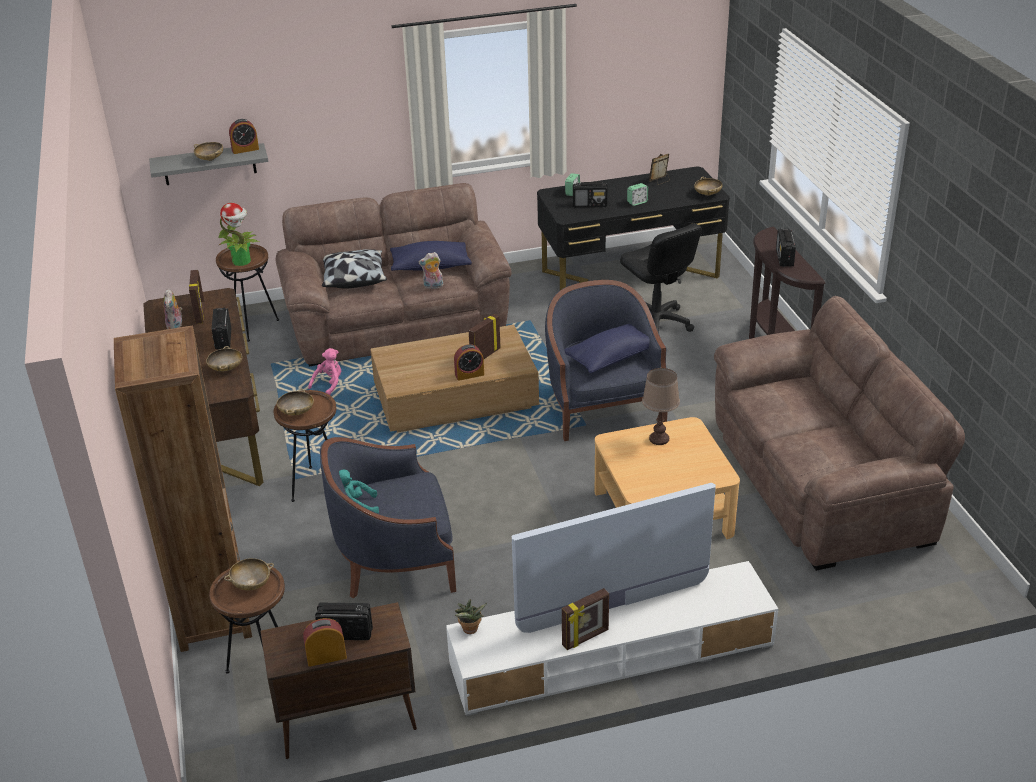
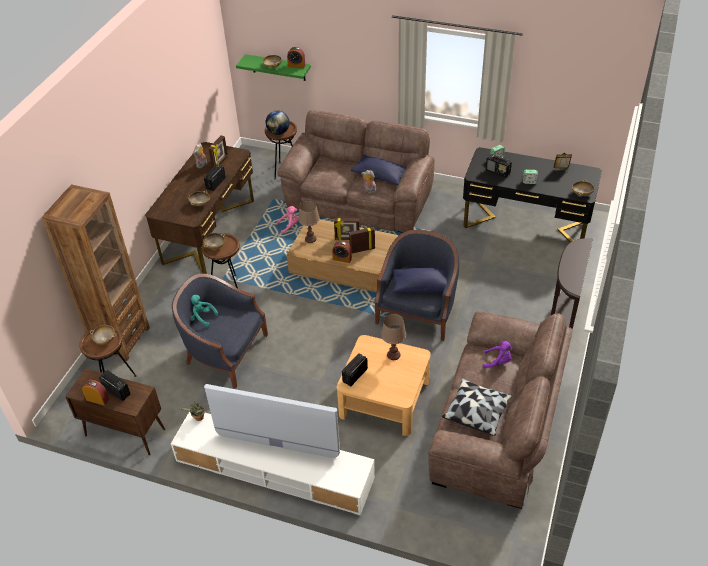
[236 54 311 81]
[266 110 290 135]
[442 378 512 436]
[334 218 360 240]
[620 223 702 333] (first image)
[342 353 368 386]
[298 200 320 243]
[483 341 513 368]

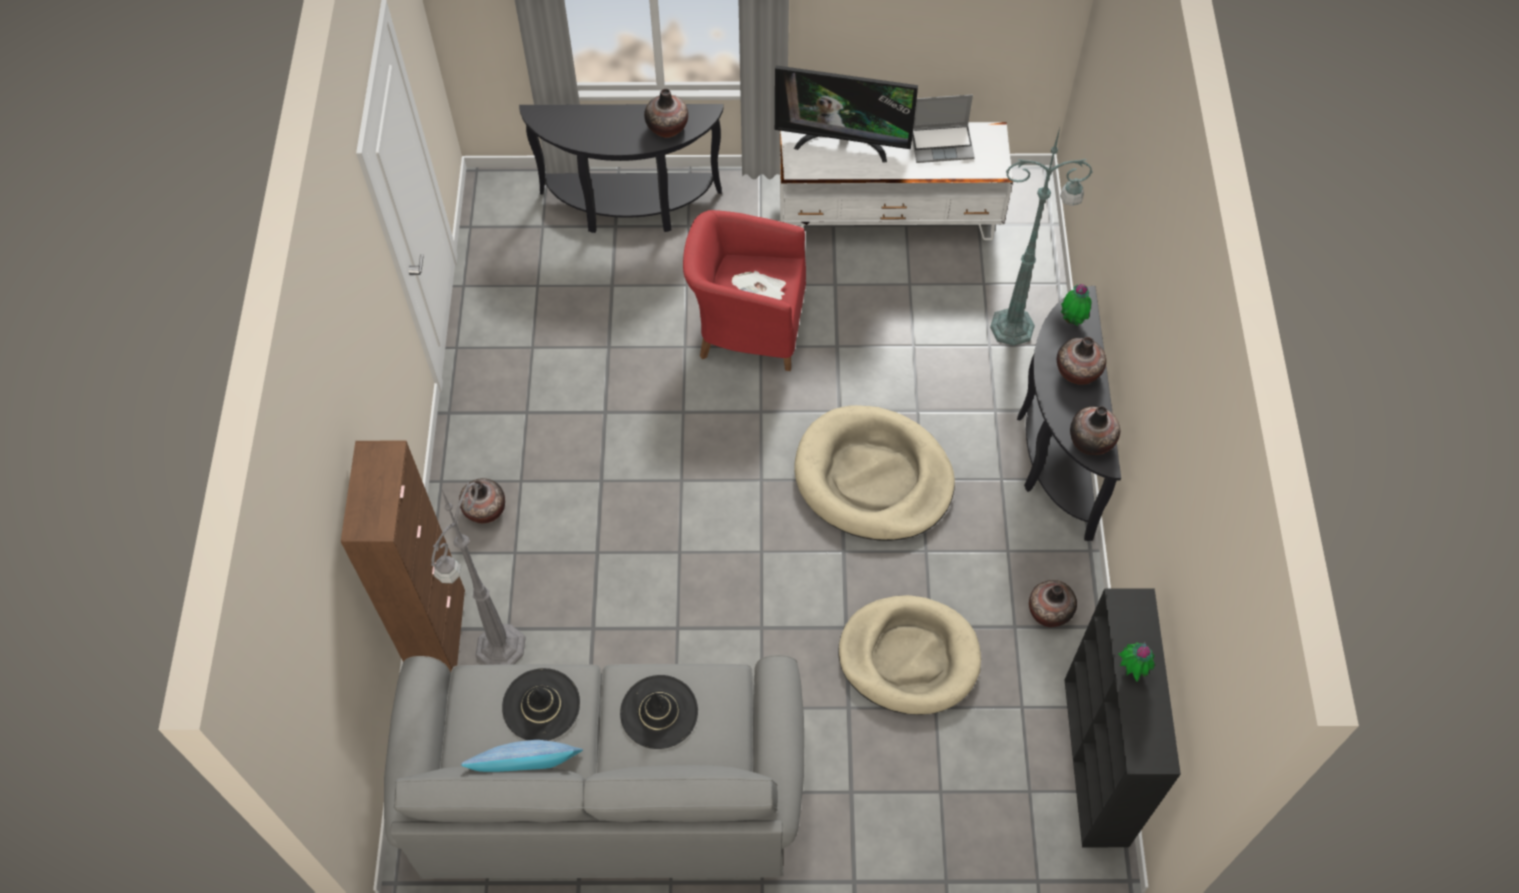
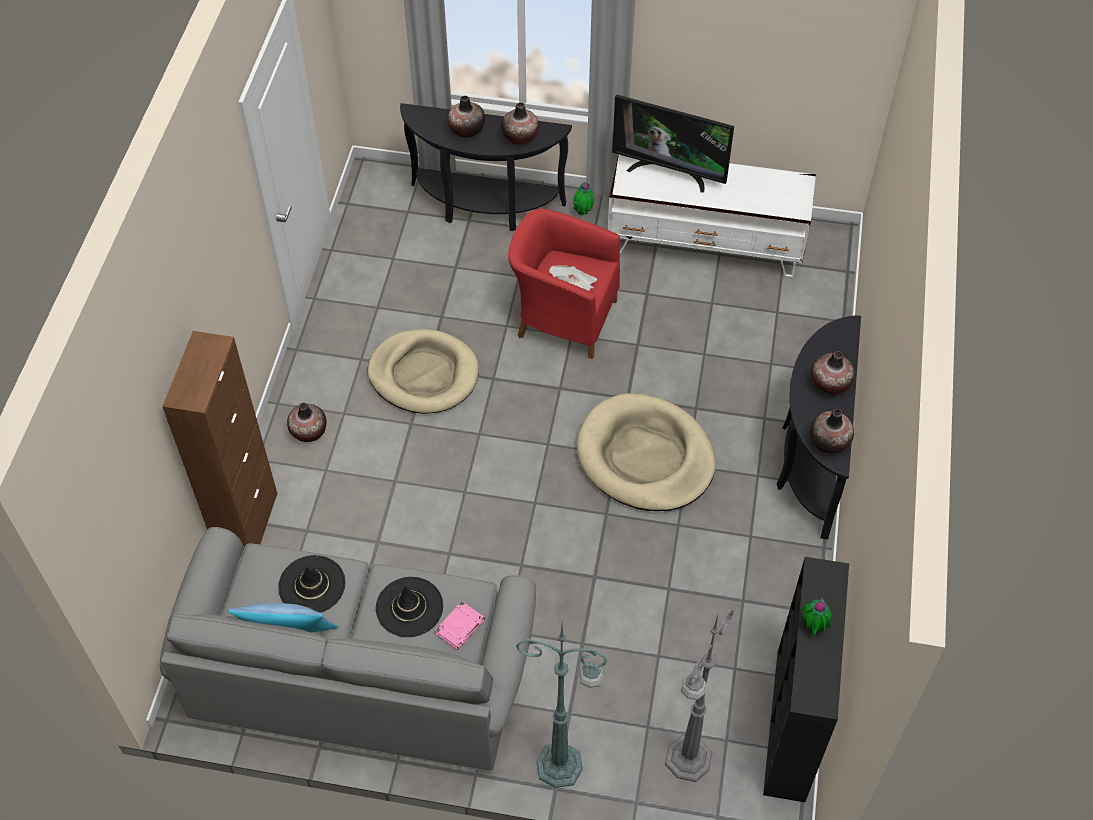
[665 609 734 782]
[367 329 479 414]
[912 95 975 163] (first image)
[516 623 608 788]
[448 96 485 138]
[573 182 594 216]
[435 601 485 650]

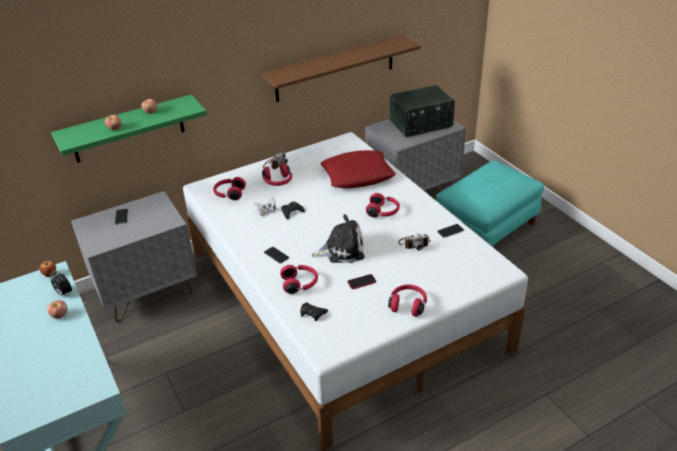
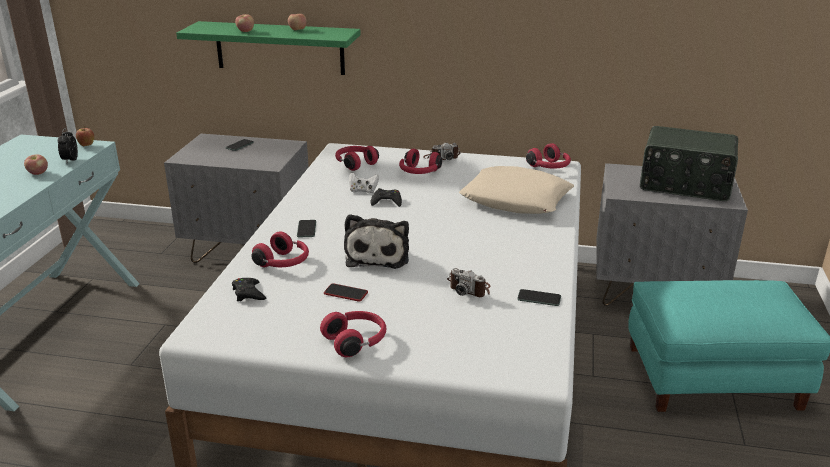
[261 35 421 102] (first image)
[344 214 409 269]
[459 166 574 214]
[526 143 571 169]

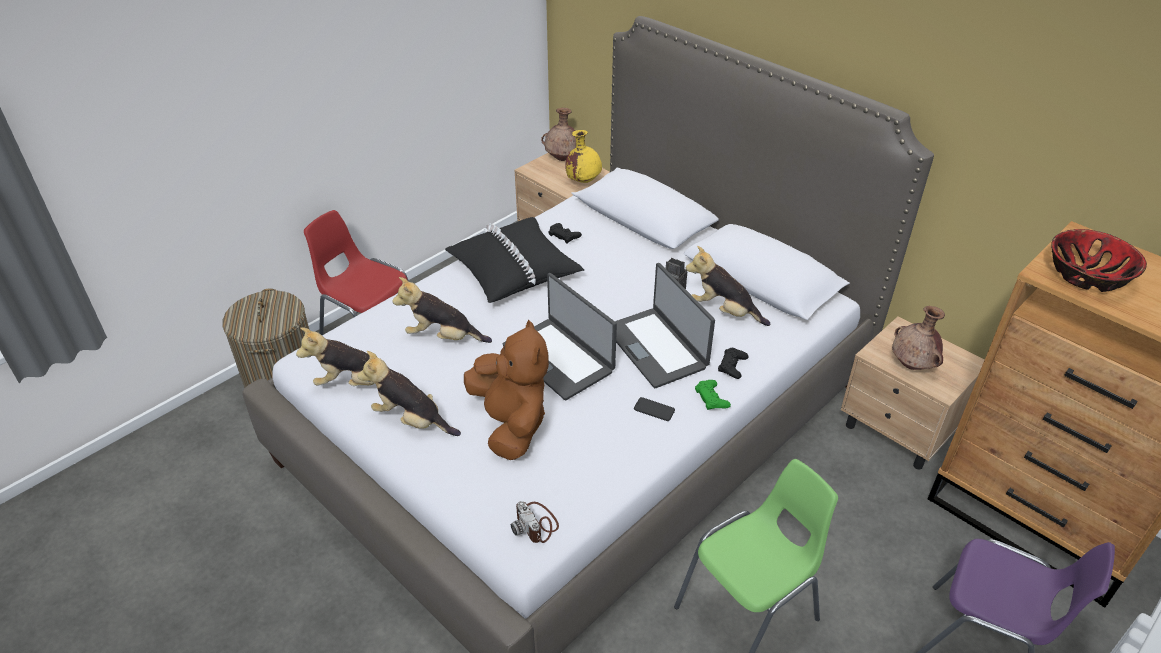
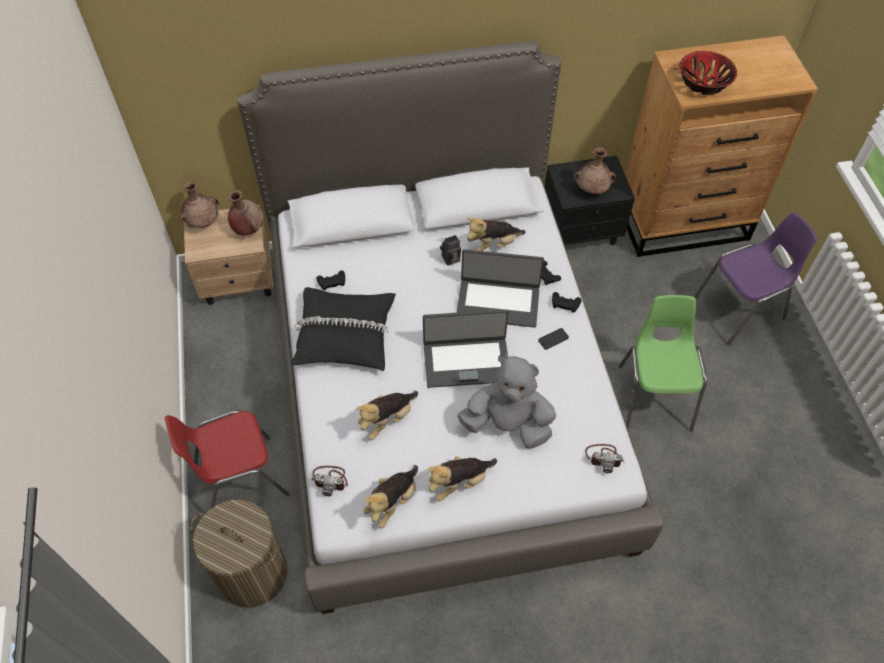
[457 354 556 448]
[227 190 264 235]
[552 292 582 312]
[545 156 635 245]
[311 466 348 496]

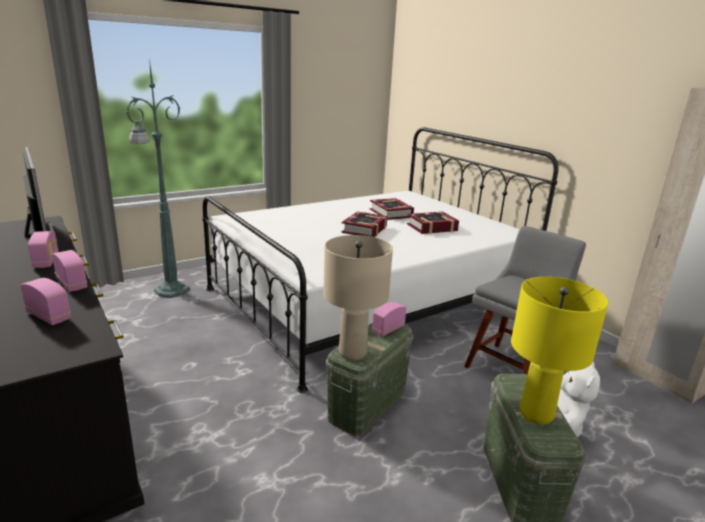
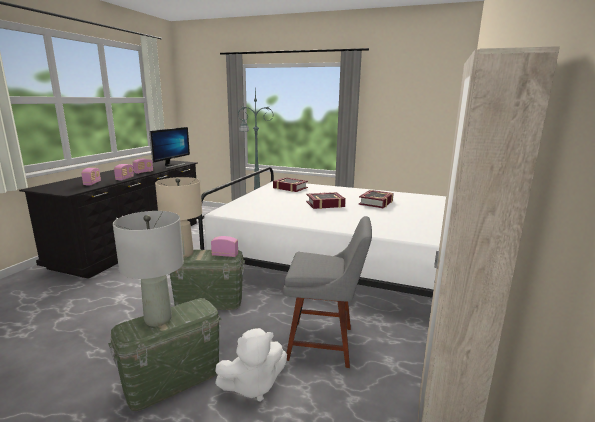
[273 177 308 192]
[113 211 184 327]

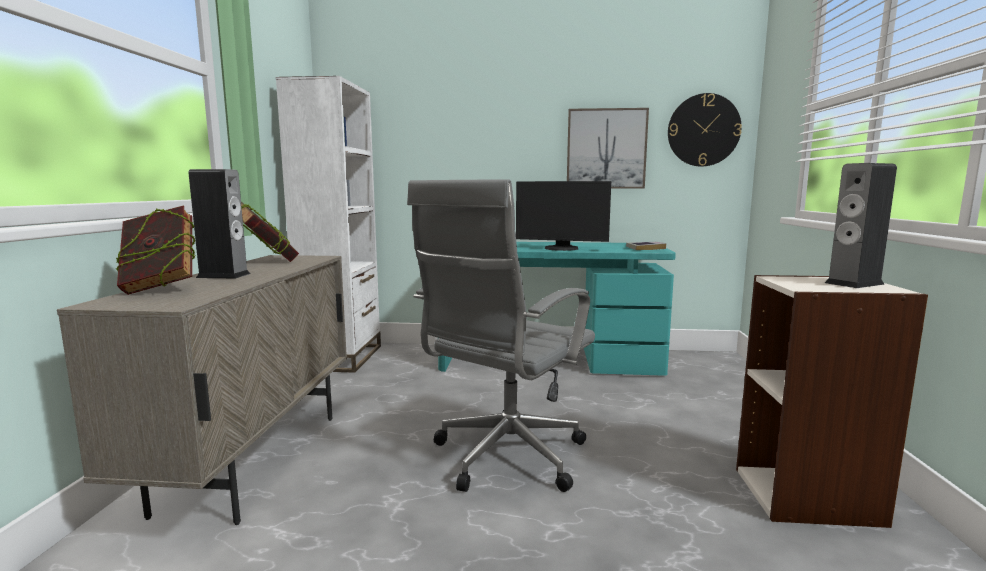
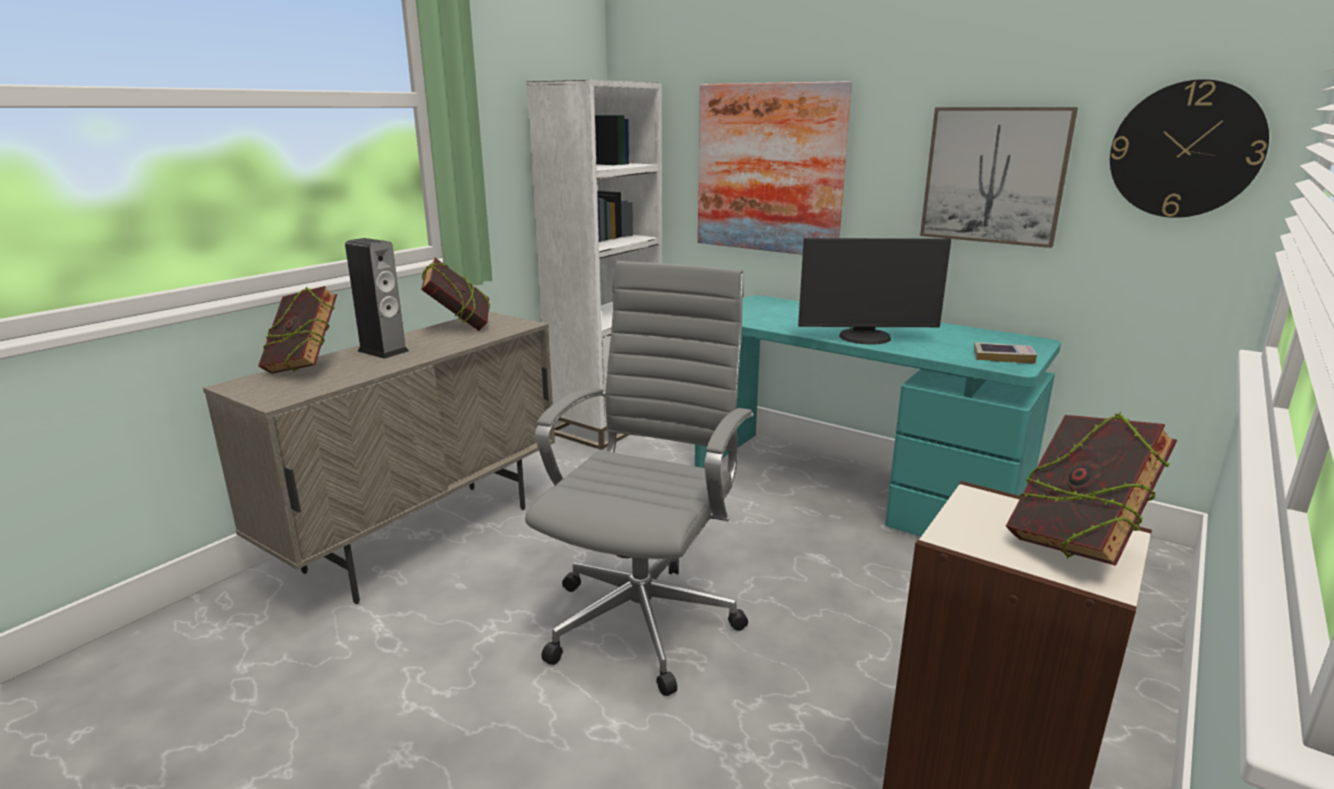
[525 261 753 696]
[798 238 951 345]
[1006 412 1177 566]
[698 81 852 255]

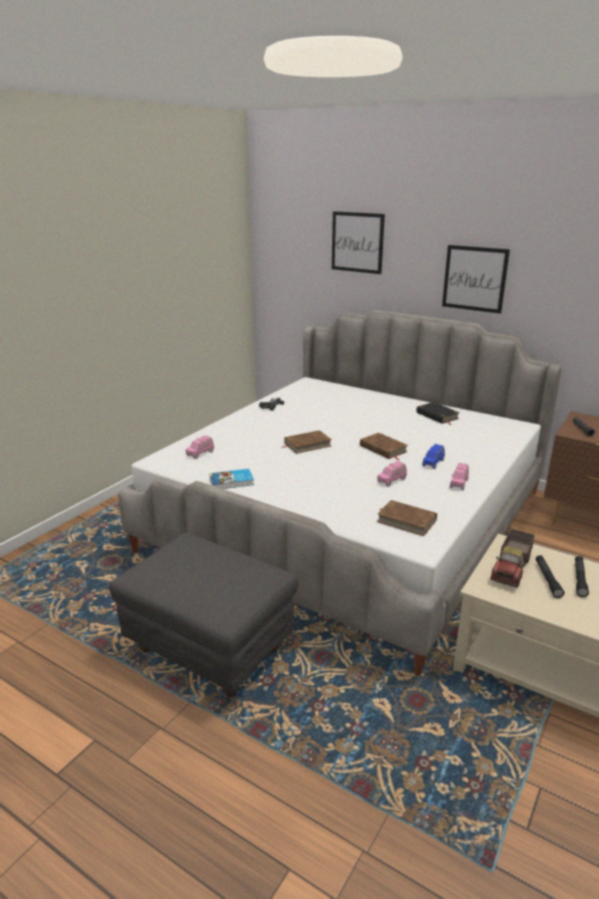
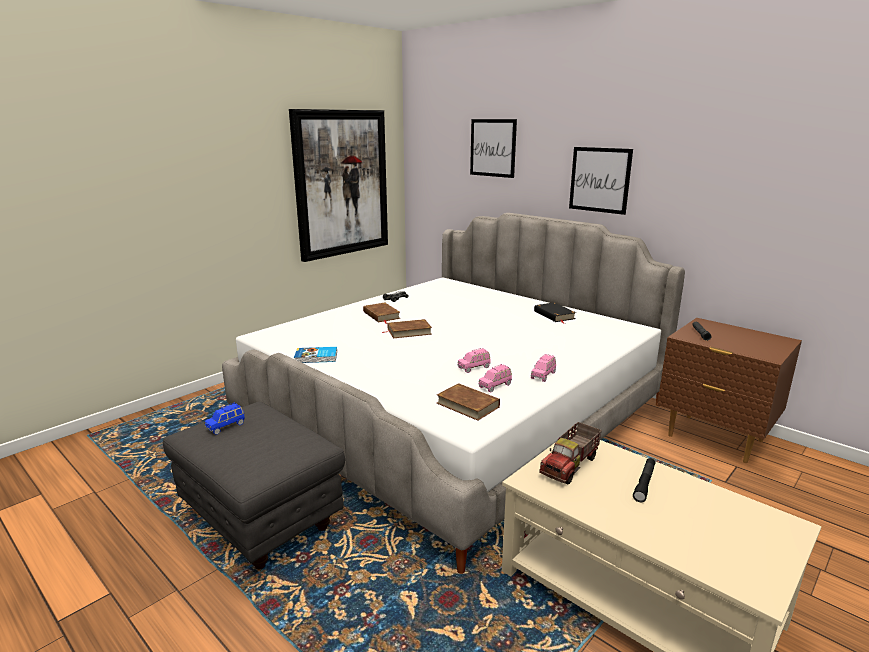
[479 364 512 392]
[363 303 401 324]
[205 403 245 435]
[536 555 564 598] (first image)
[289 109 388 262]

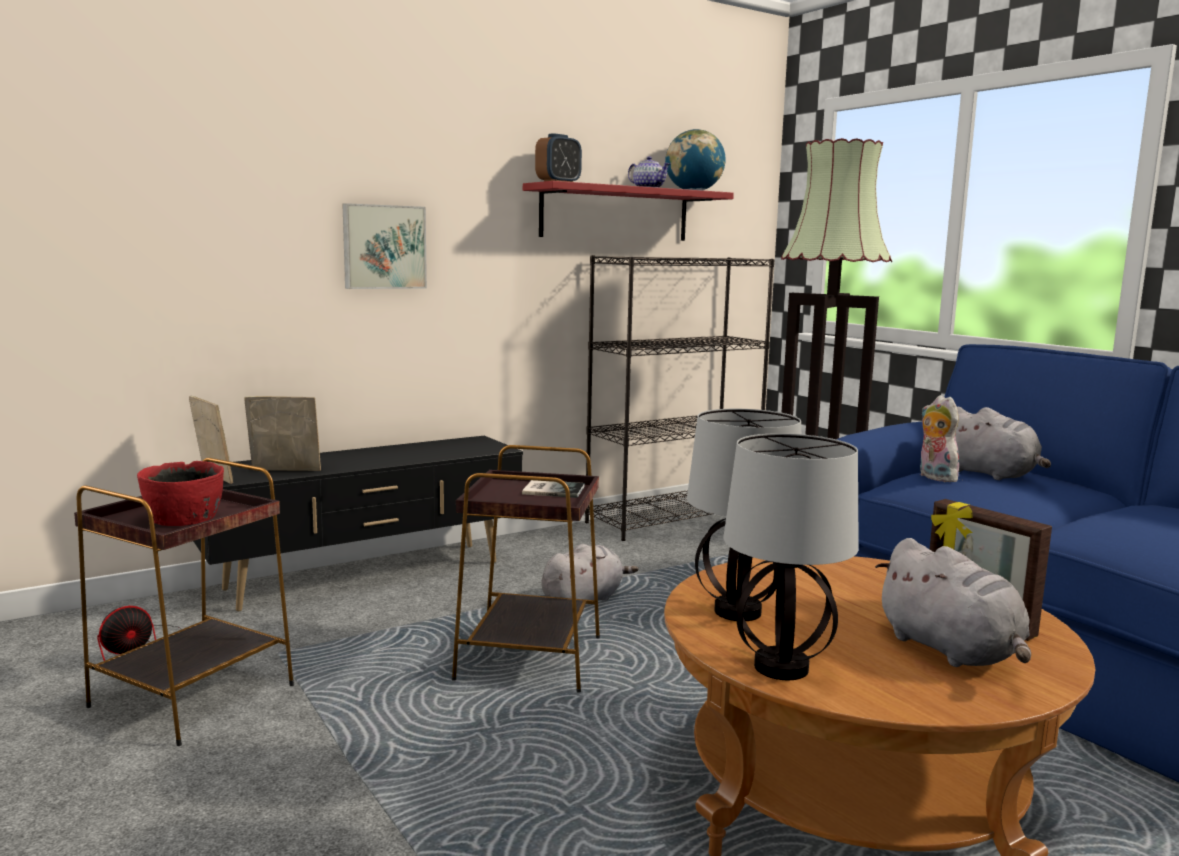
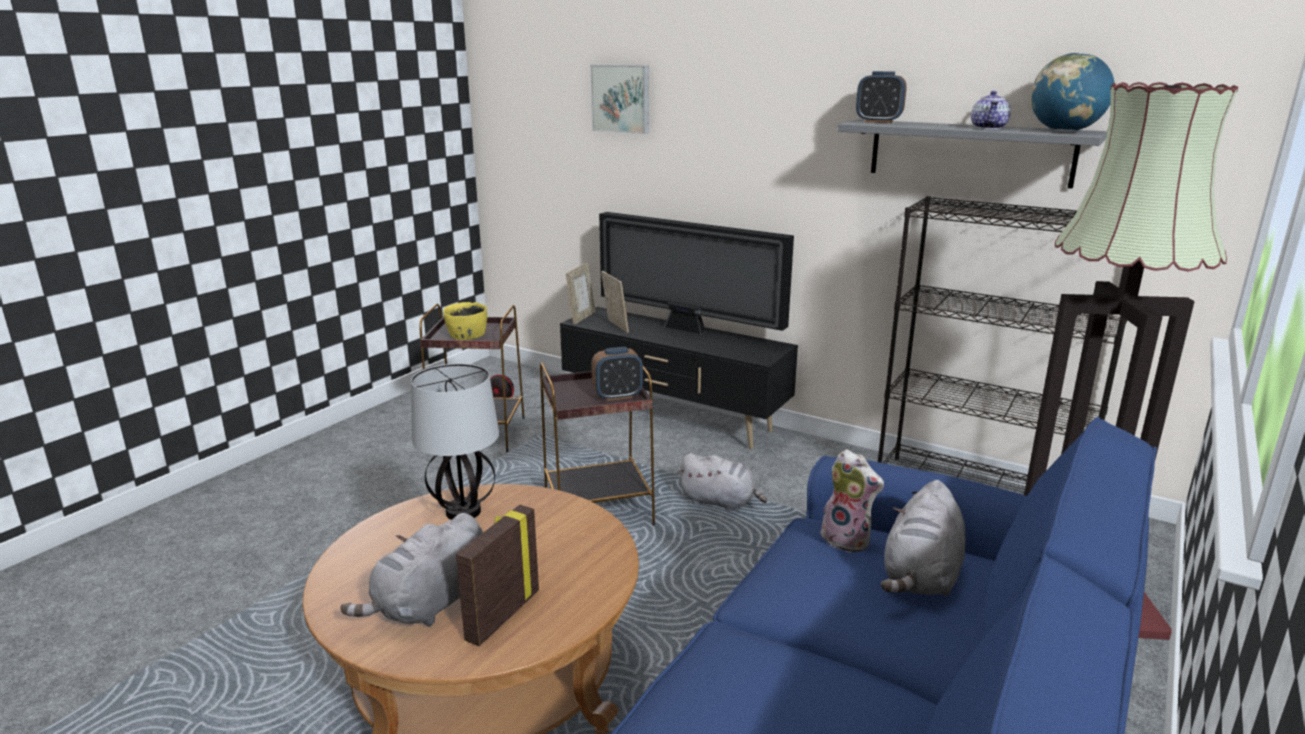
[443 302 487 340]
[591 65 649 134]
[591 347 643 401]
[837 120 1107 189]
[724 433 859 680] (first image)
[821 449 884 553]
[599 212 794 336]

